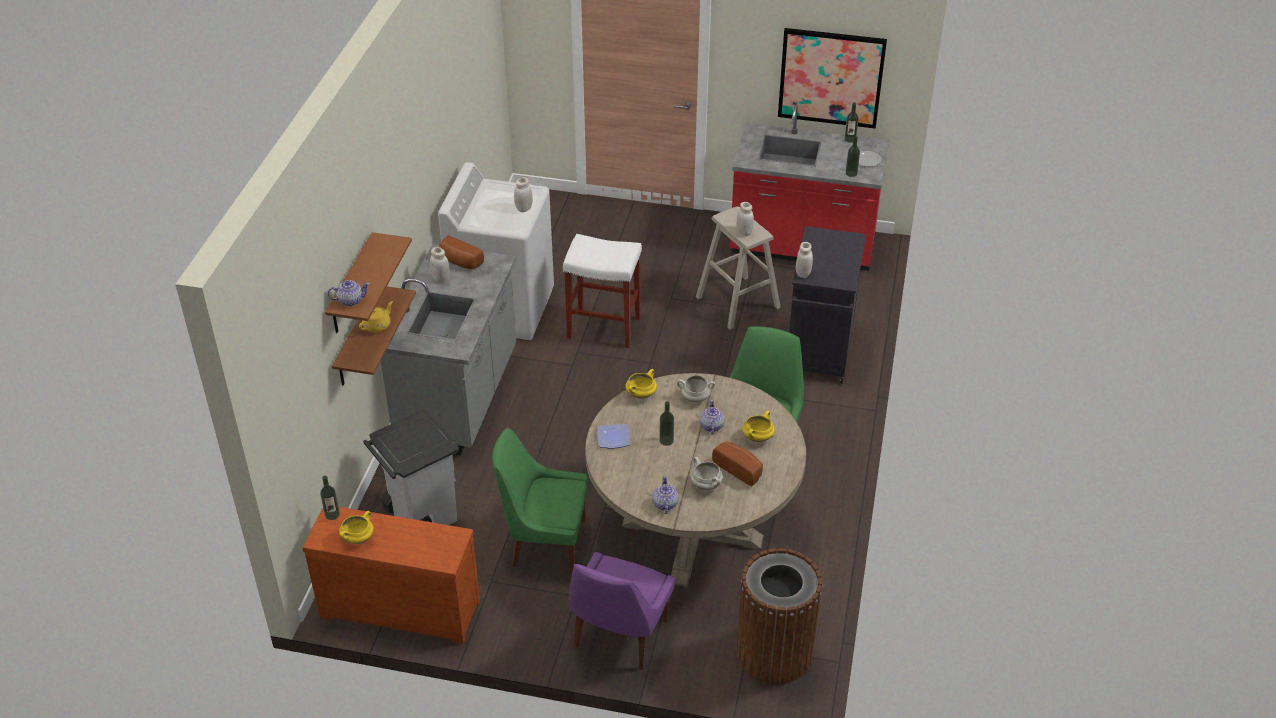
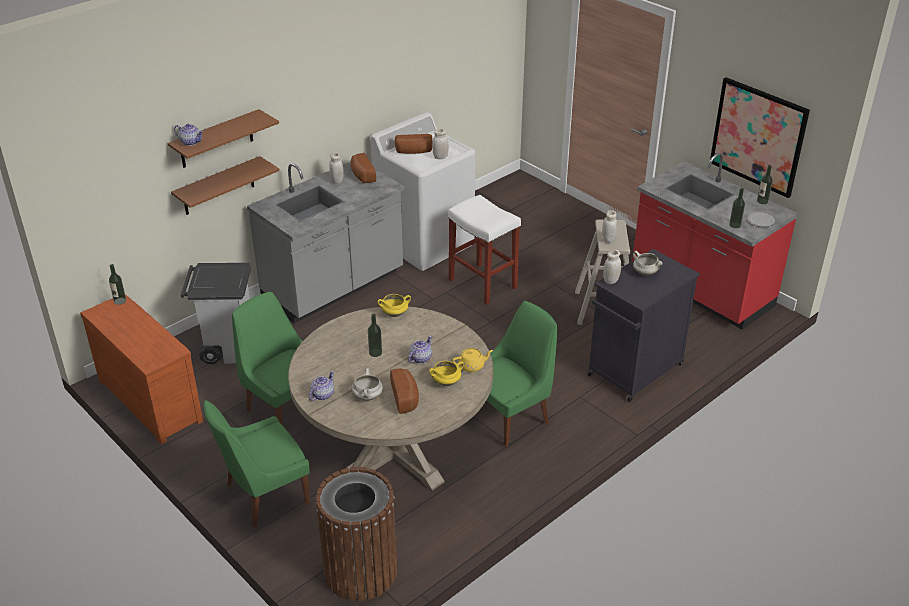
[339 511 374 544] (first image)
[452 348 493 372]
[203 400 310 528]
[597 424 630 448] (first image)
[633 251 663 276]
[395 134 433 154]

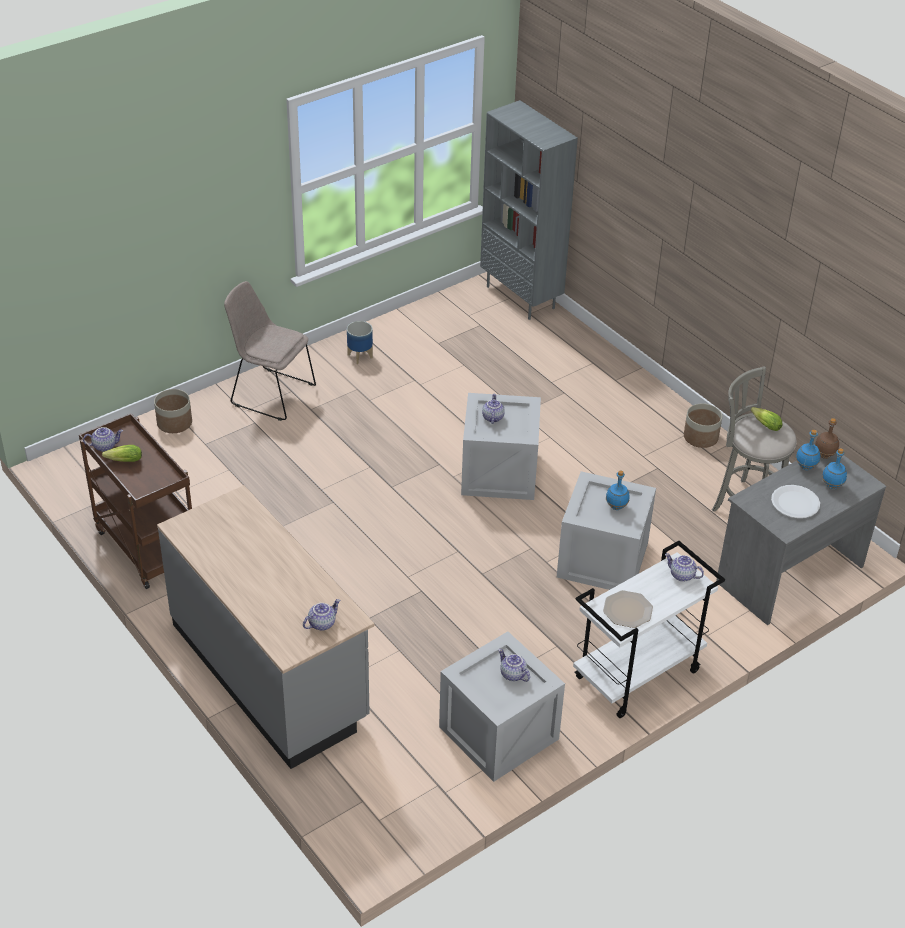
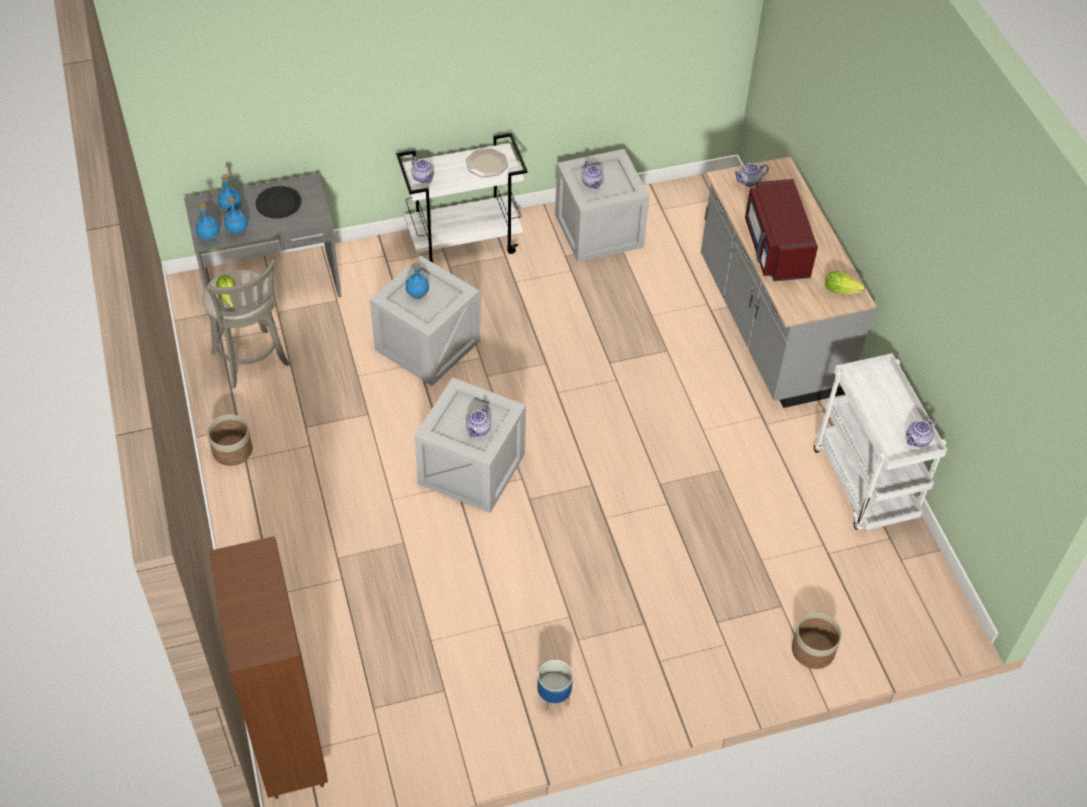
[814 353 947 531]
[906 418 936 447]
[825 271 865 295]
[224 281 316 421] (first image)
[209 536 328 799]
[255 186 302 218]
[196 203 220 243]
[745 179 818 281]

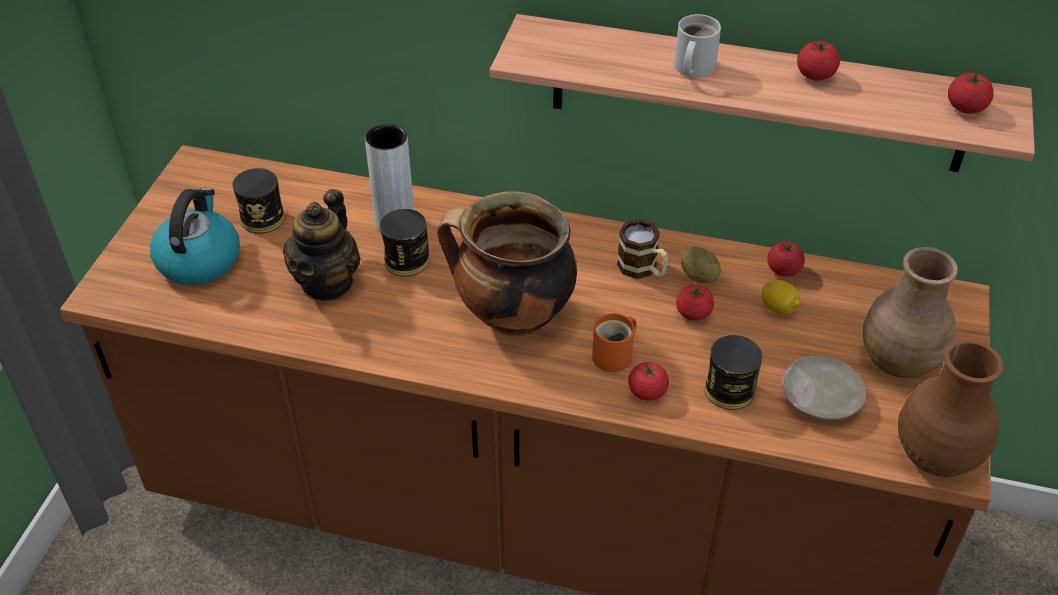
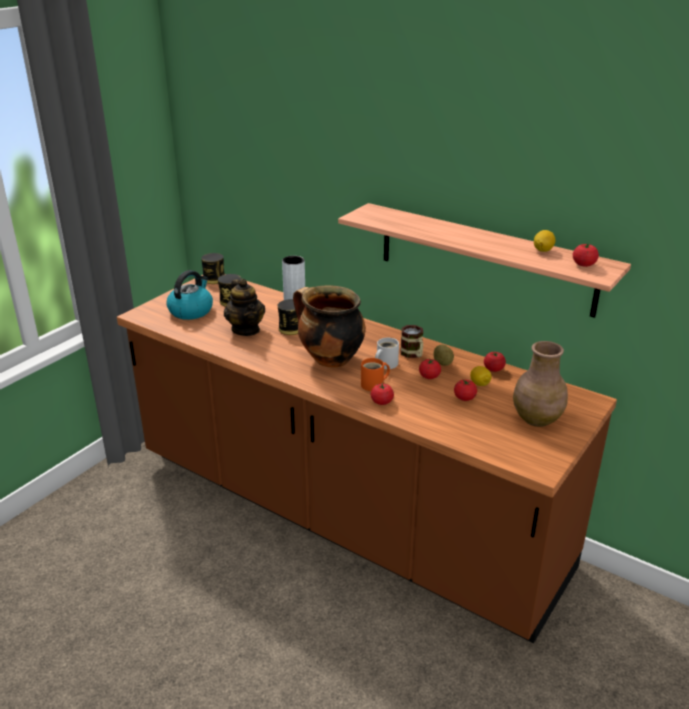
[224 279 265 336]
[375 338 399 369]
[201 253 225 284]
[782 356 867 421] (first image)
[454 379 477 401]
[898 340 1003 477] (first image)
[534 230 555 252]

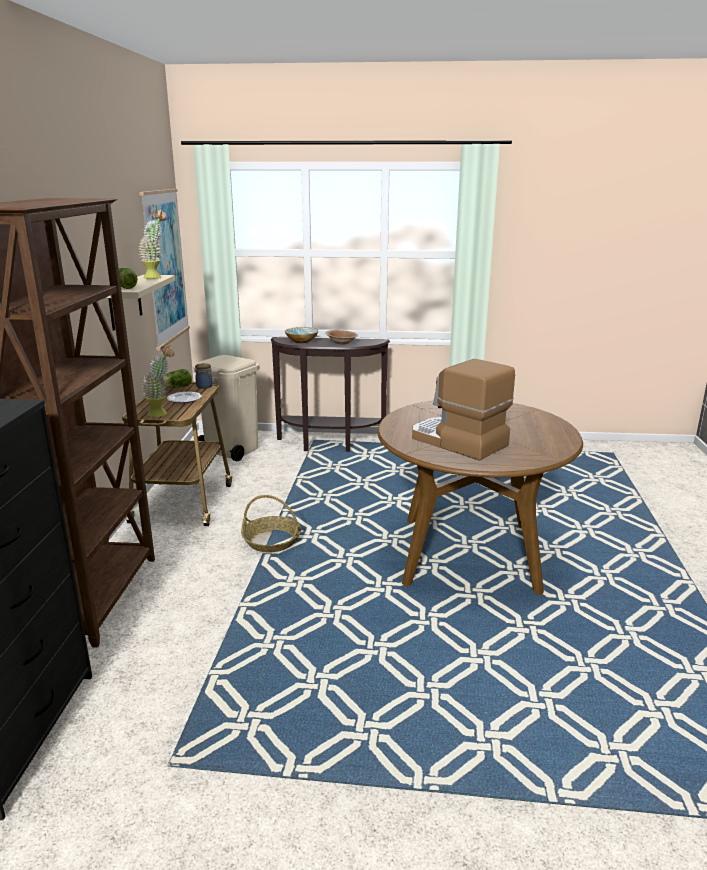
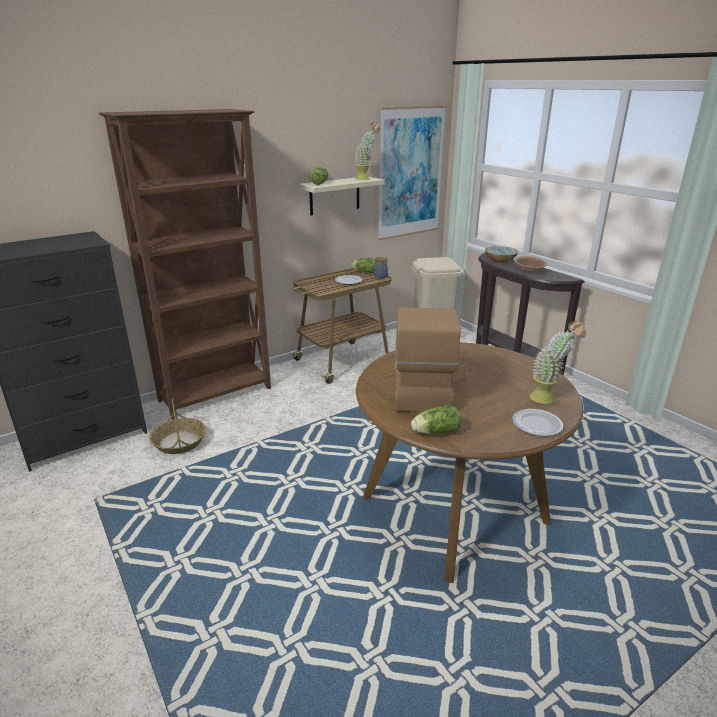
[530 321 586 404]
[149 399 206 454]
[411 405 461 434]
[512 409 563 436]

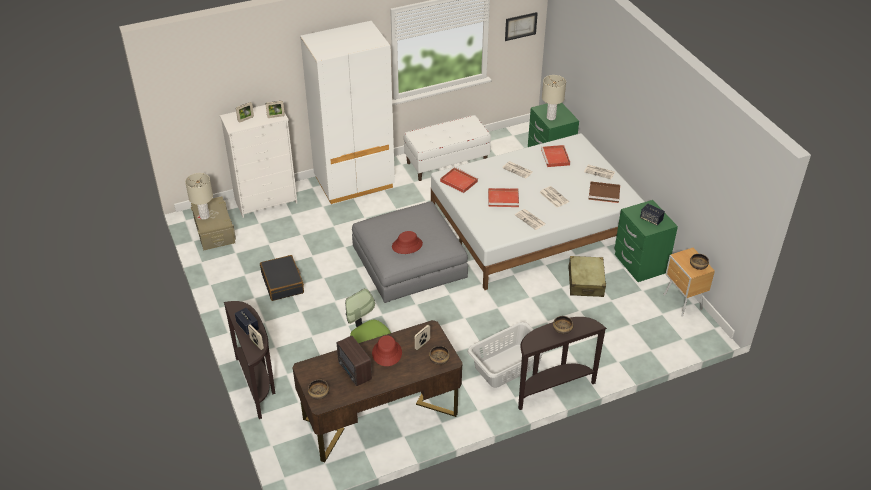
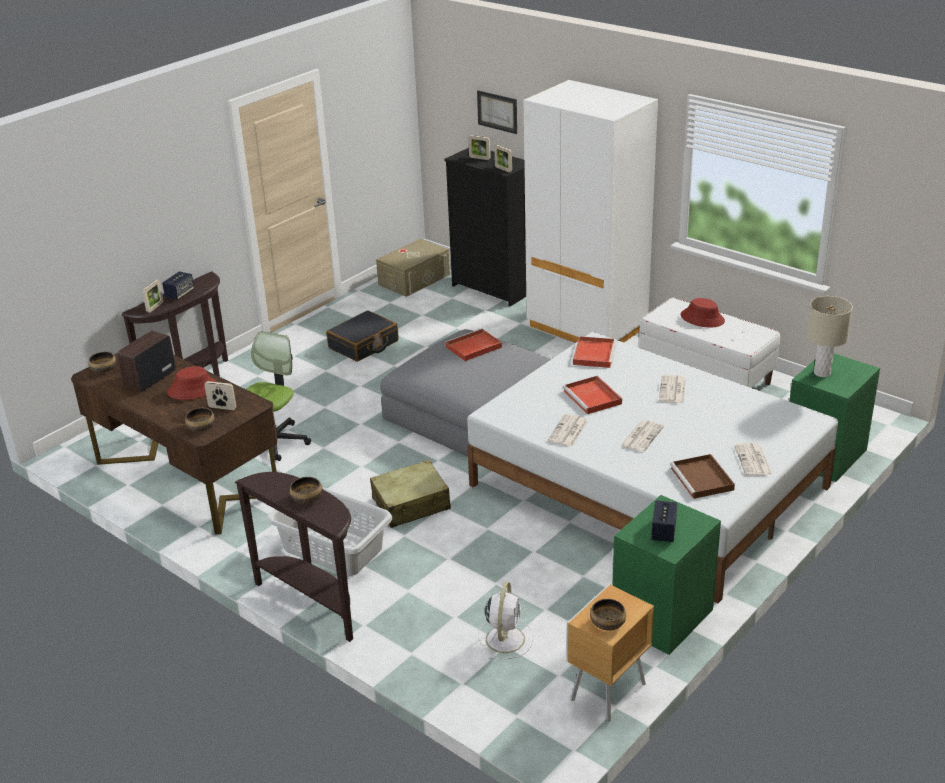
[185 173 213 219] (first image)
[445 148 526 307]
[681 298 725 327]
[477 90 517 134]
[445 328 502 361]
[370 460 451 528]
[478 582 533 659]

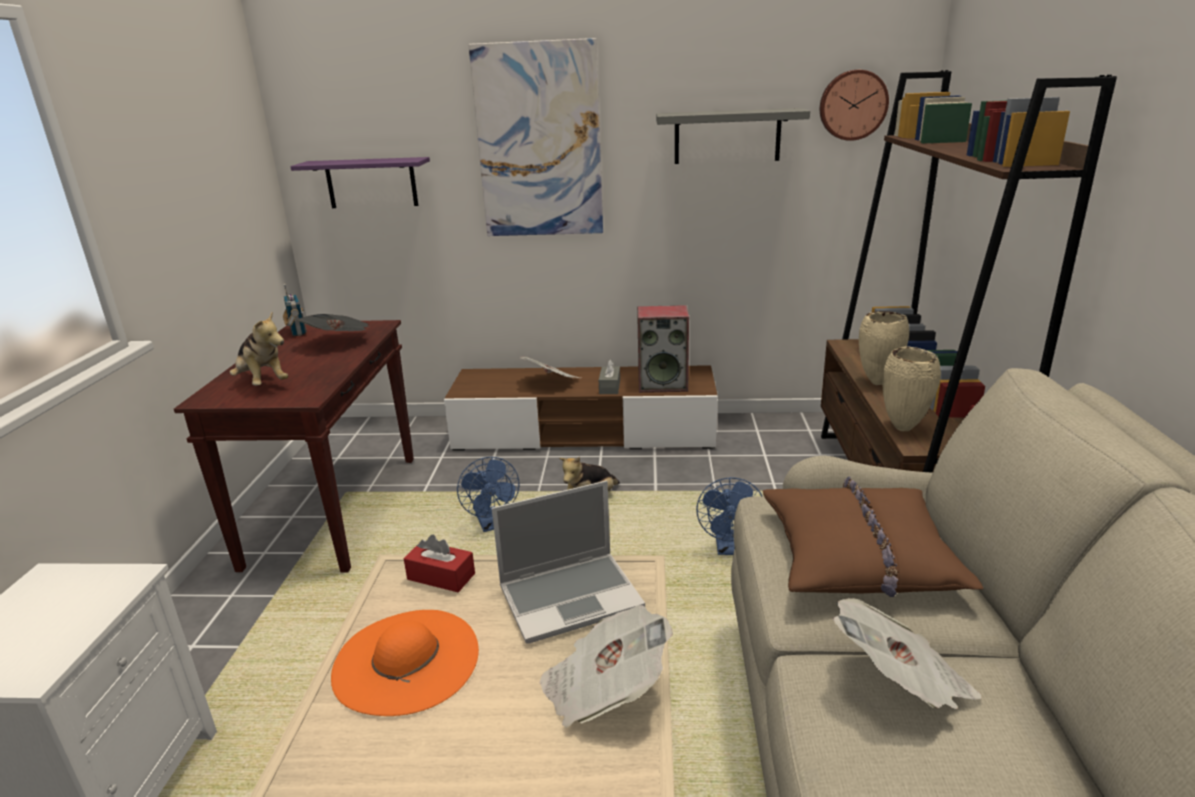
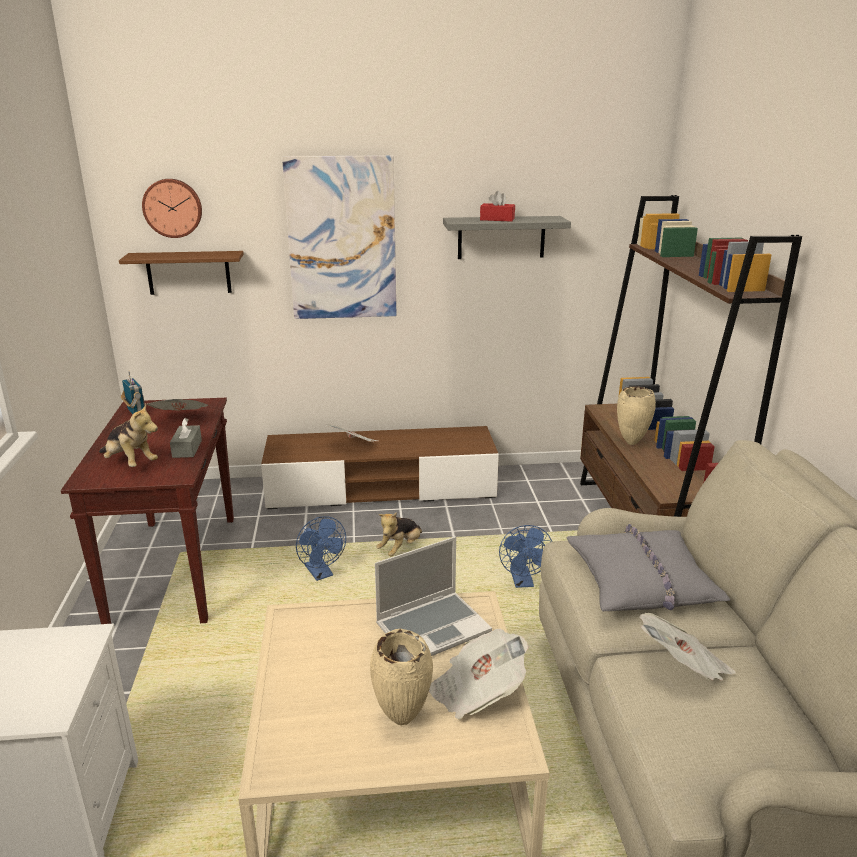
[119 251 244 295]
[331 610 479 716] (first image)
[480 191 515 222]
[170 418 202 458]
[637 305 689 393] (first image)
[566 524 730 611]
[142 179 202 238]
[370 629 433 725]

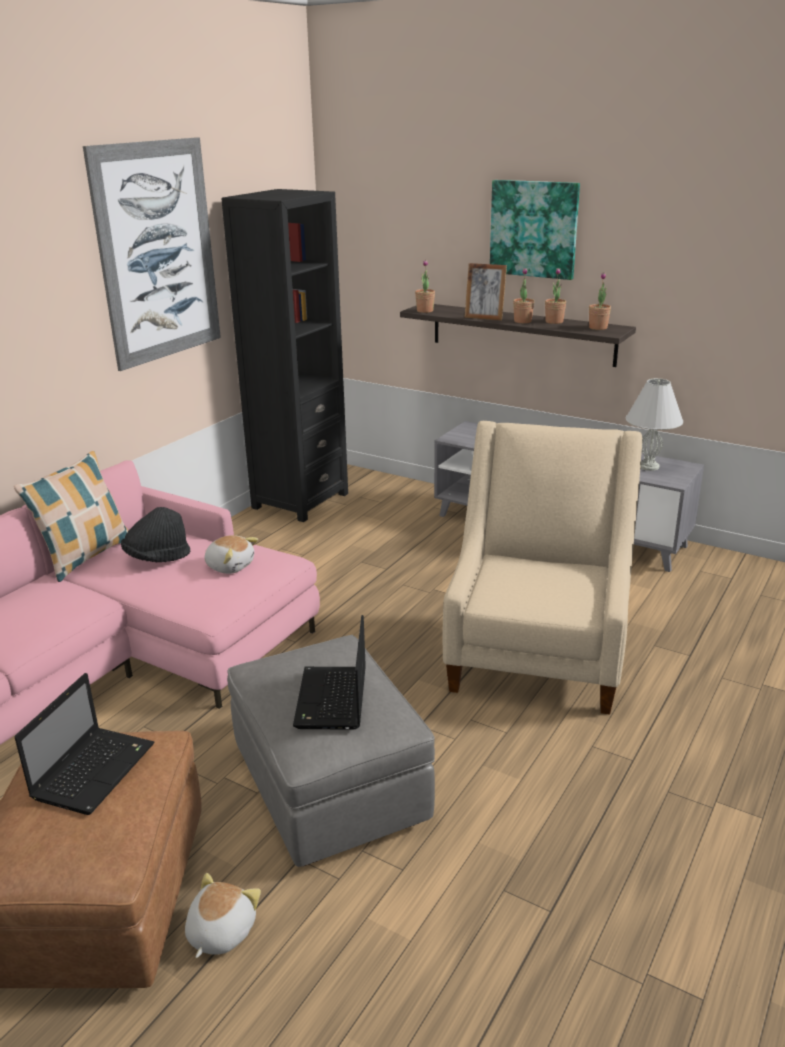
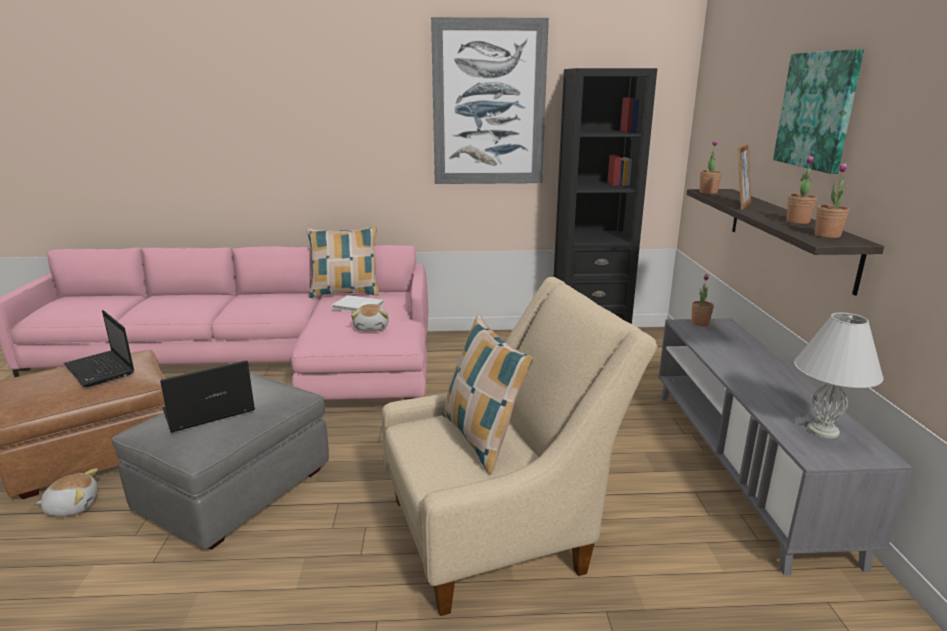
[64 310 134 387]
[332 295 384 312]
[737 144 751 210]
[691 274 714 326]
[443 315 534 474]

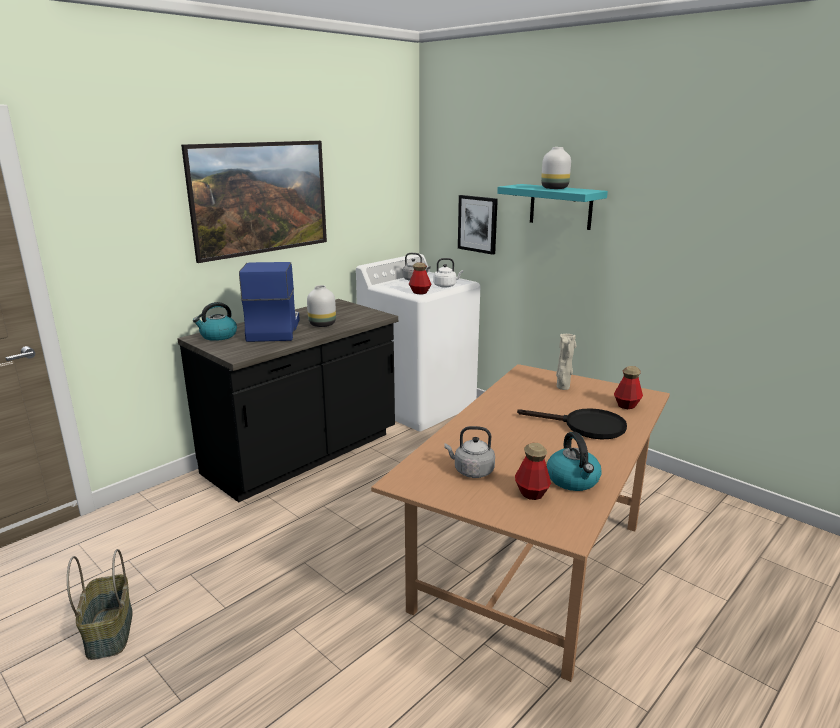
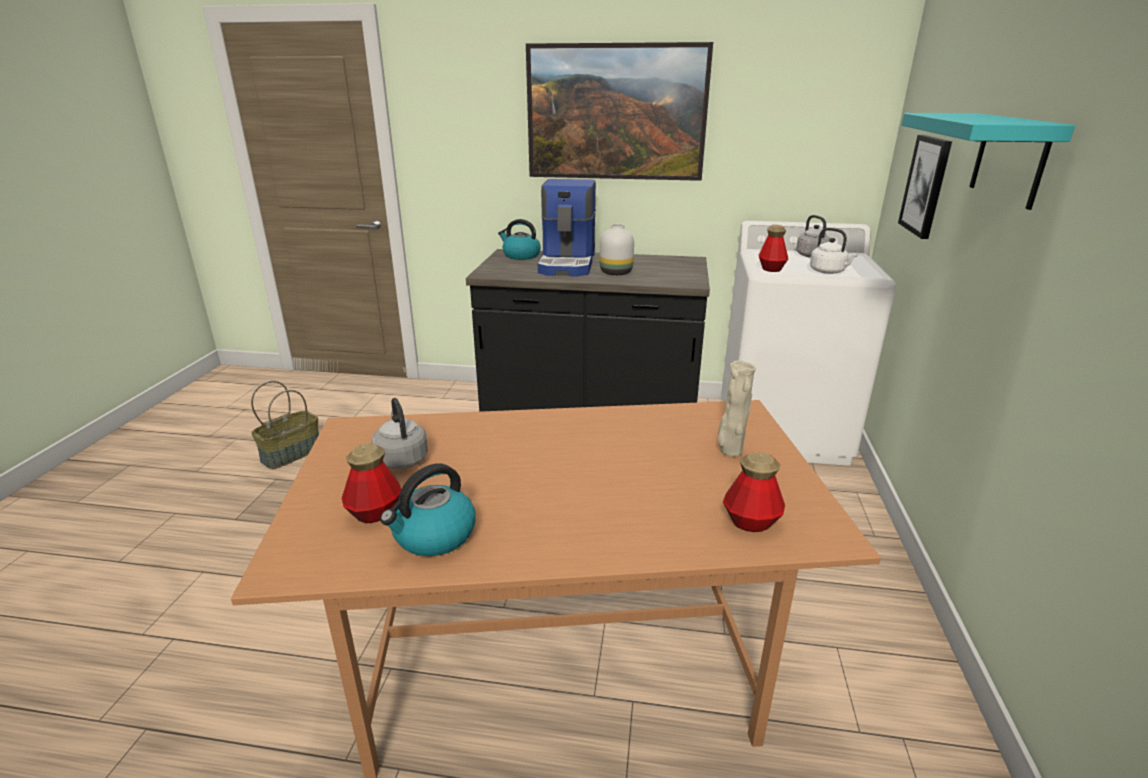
[538 179 596 277]
[517 408 627 440] (first image)
[541 147 571 189] (first image)

